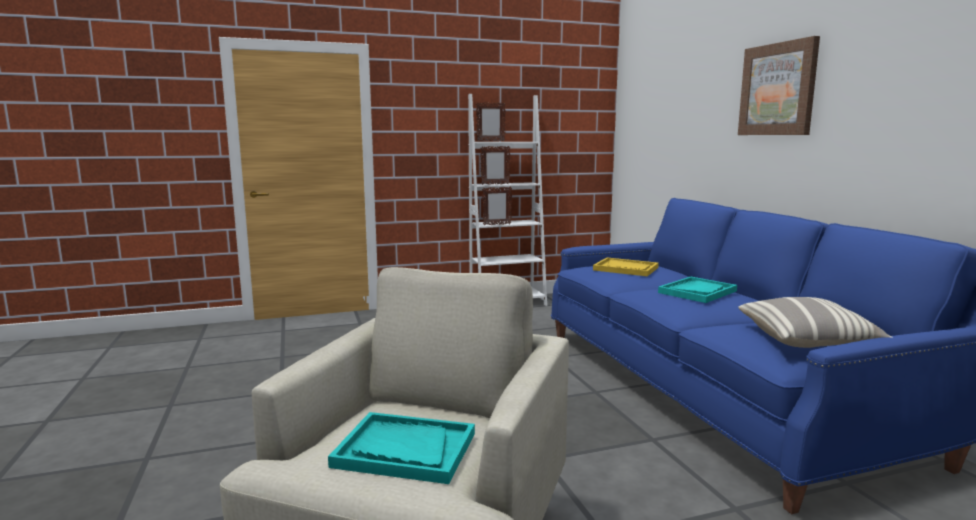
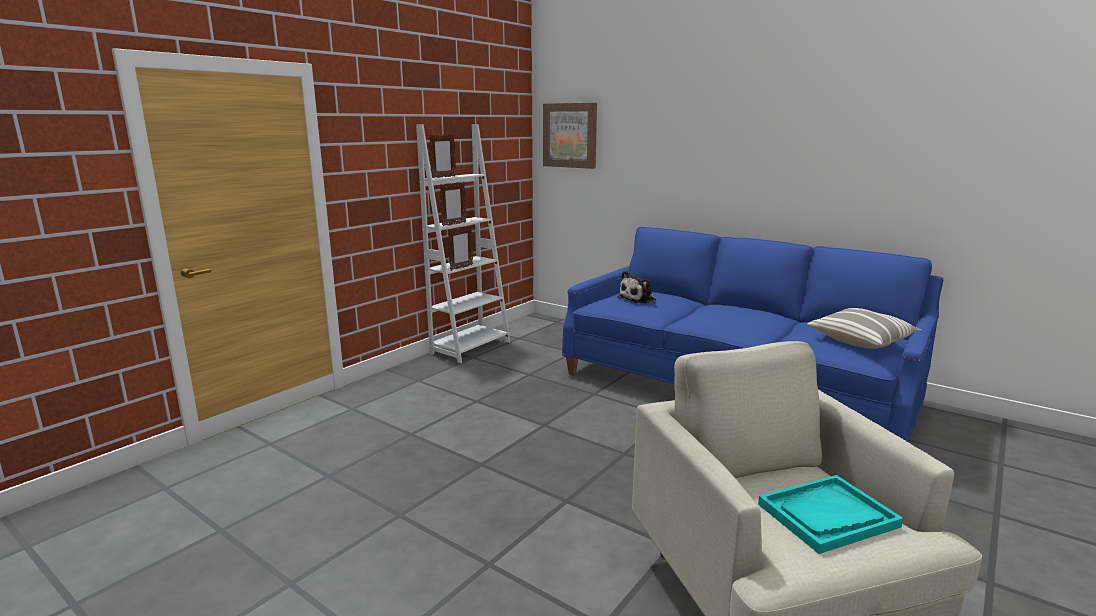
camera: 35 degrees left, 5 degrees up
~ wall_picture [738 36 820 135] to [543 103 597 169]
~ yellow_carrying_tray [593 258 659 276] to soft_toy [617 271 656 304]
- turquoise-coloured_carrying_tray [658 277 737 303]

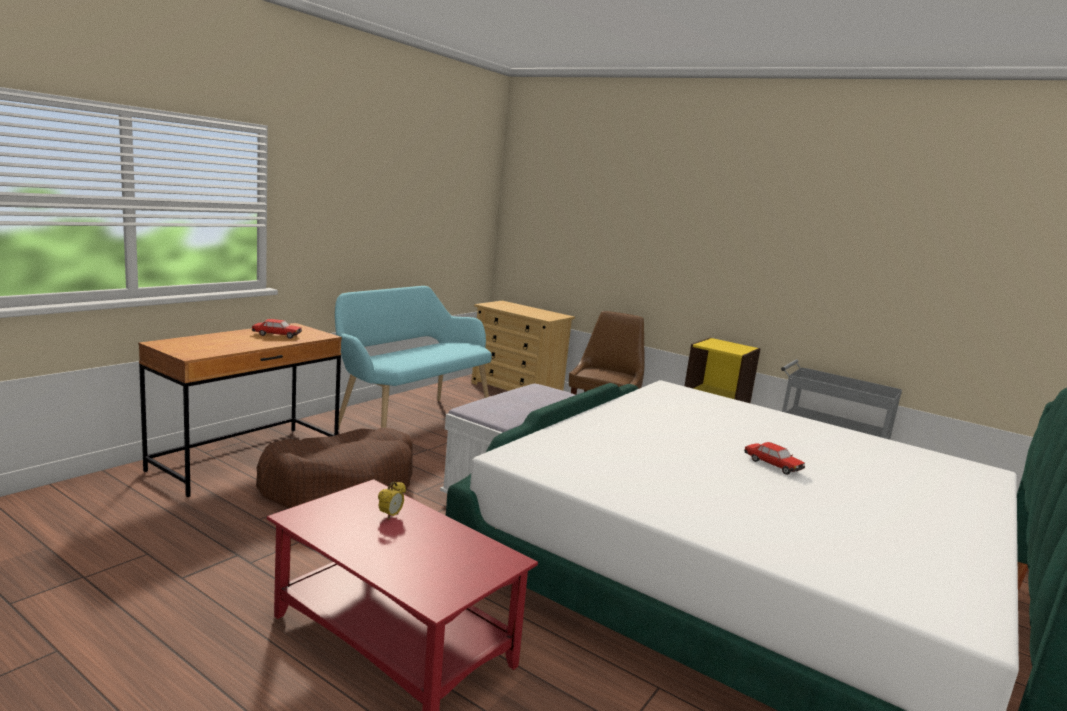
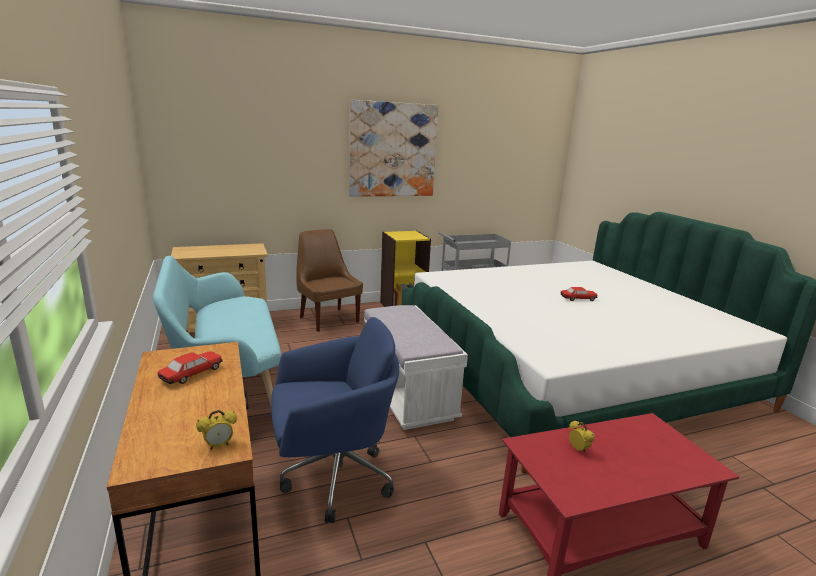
camera: 55 degrees left, 5 degrees up
+ table_clock [196 410 237 450]
~ brown-coloured_dog_bed [256 427 412 508] to bluish_office_chair [271 317 399 523]
+ wall_picture [349 100 438 197]

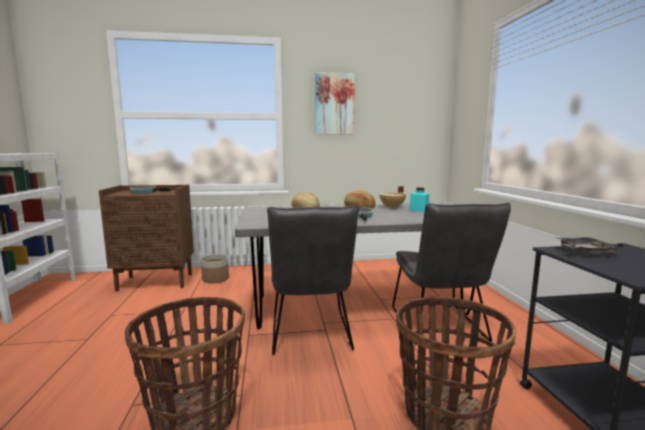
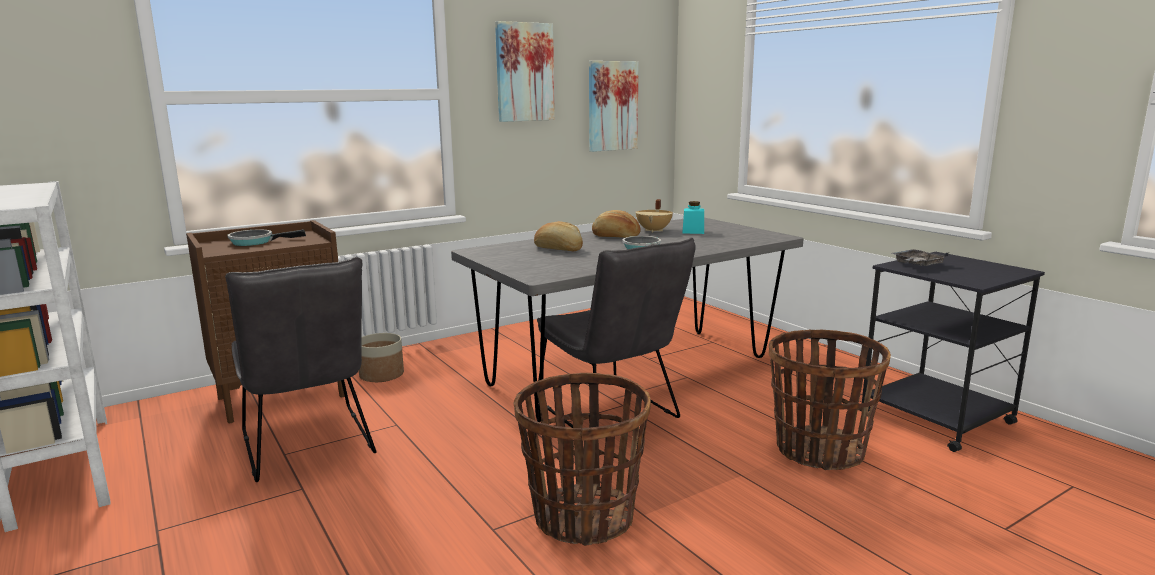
camera: 25 degrees left, 5 degrees up
~ grey_chair [392 202 511 345] to [225 257 377 482]
+ wall_picture [589 61 639 152]

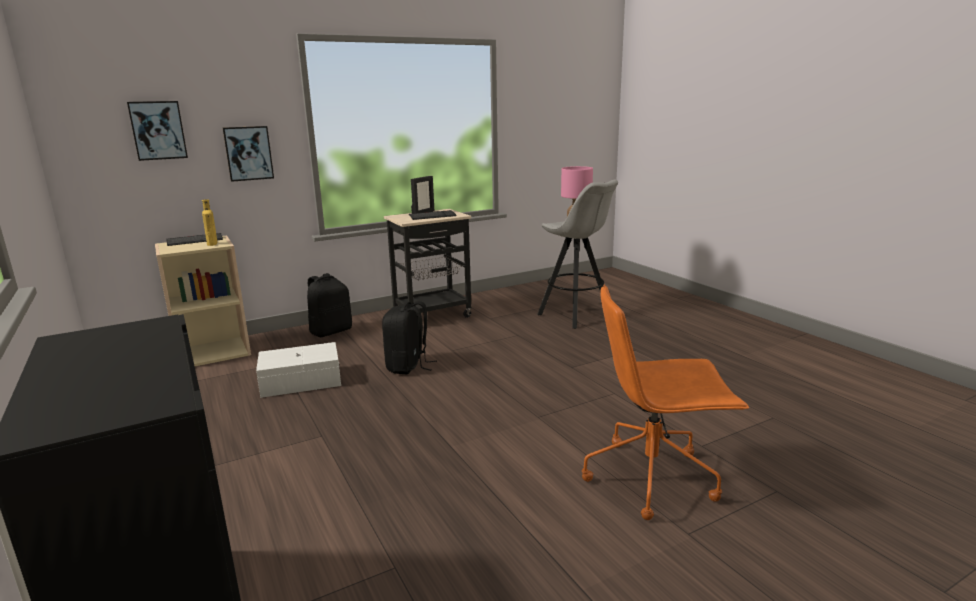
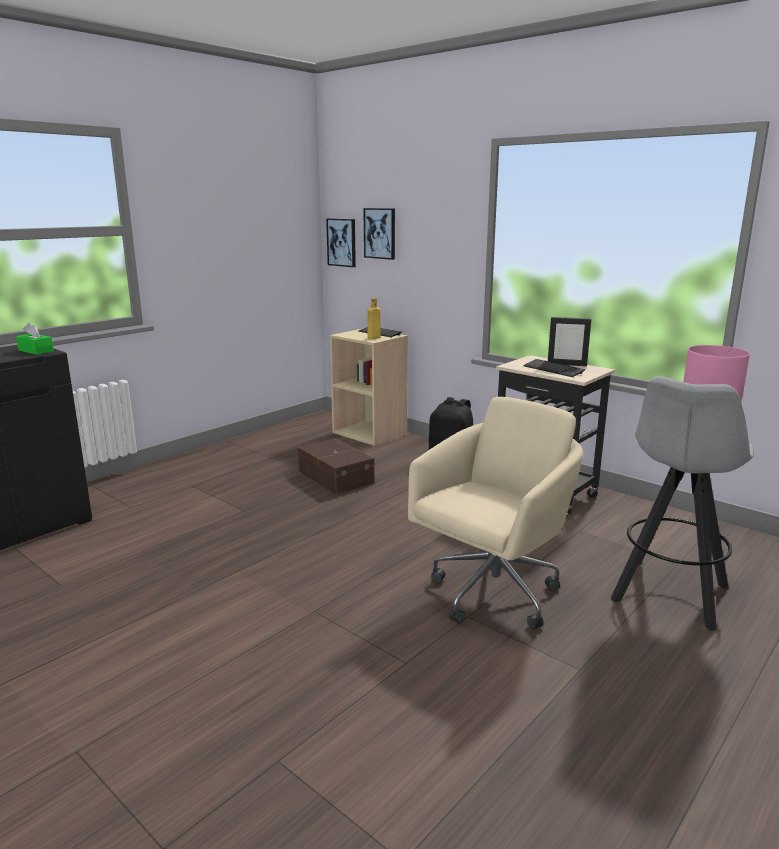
camera: 70 degrees right, 0 degrees up
+ green_tissue_holder [16 322 54 355]
~ white_storage_box [256 342 341 398] to brown-coloured_storage_box [298 438 375 494]
~ wall_picture [223 126 274 182] to [326 219 356 267]
+ sand-coloured_office_chair [408 397 583 630]
- black_rucksack [382 301 437 374]
- orangey_office_chair [582 284 749 520]

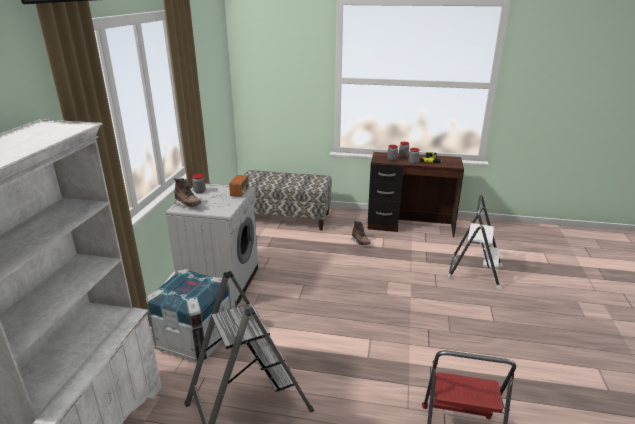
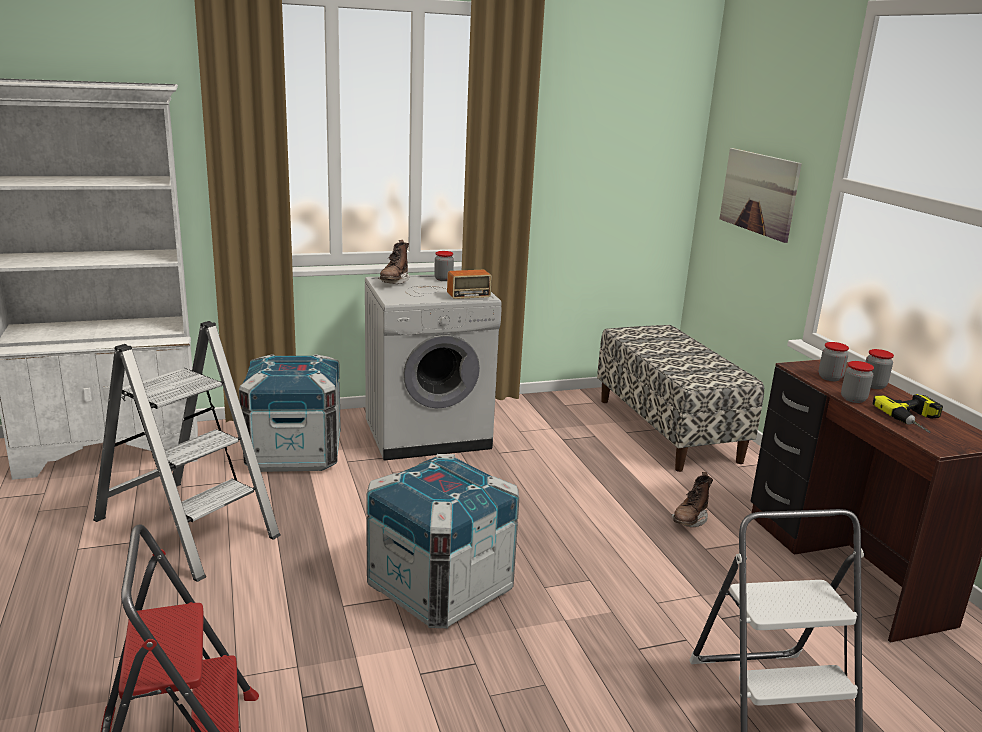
camera: 60 degrees right, 5 degrees down
+ shipping_crate [366 454 519 628]
+ wall_picture [720 148 802 243]

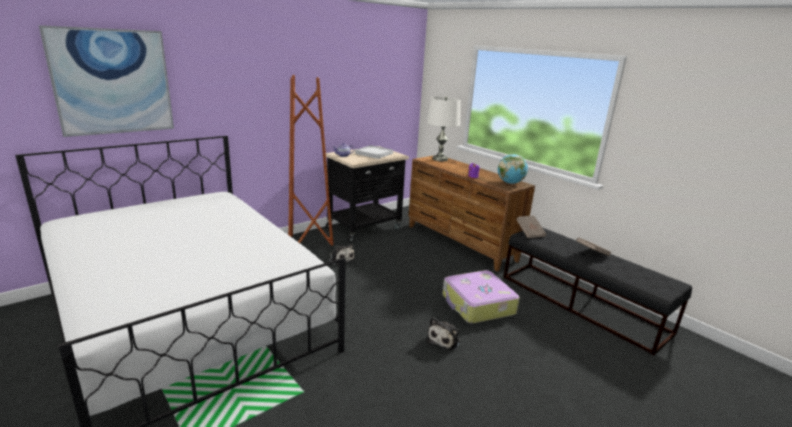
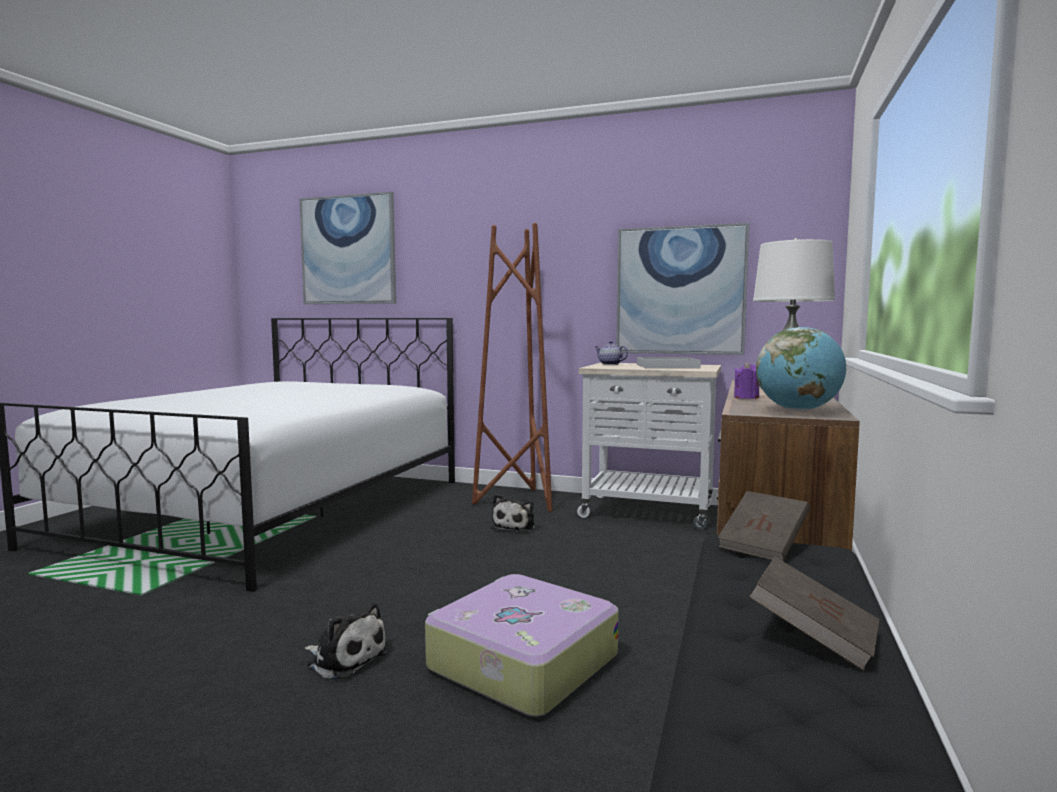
camera: 60 degrees right, 15 degrees down
~ soft_toy [426 317 460 351] = [305 603 388 680] 150 degrees counterclockwise
~ black_trolley [326 146 409 242] to white_trolley [577 363 721 530]
+ wall_picture [616 223 749 355]

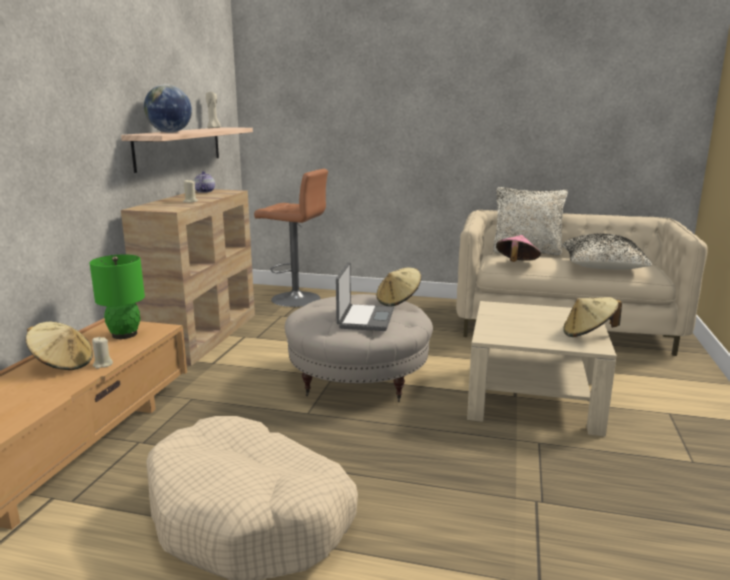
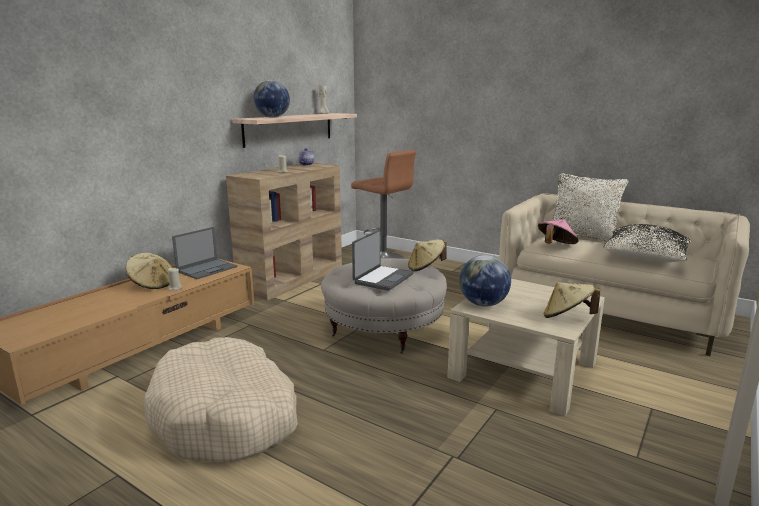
camera: 20 degrees right, 0 degrees up
~ green_tabletop_lamp [90 255 145 339] to laptop [172 227 238 279]
+ world_globe [459 255 511 307]

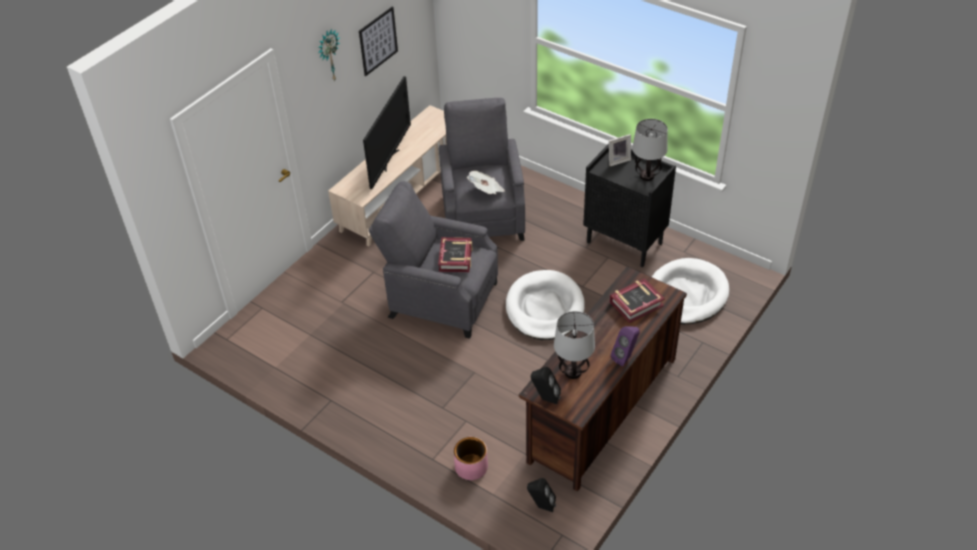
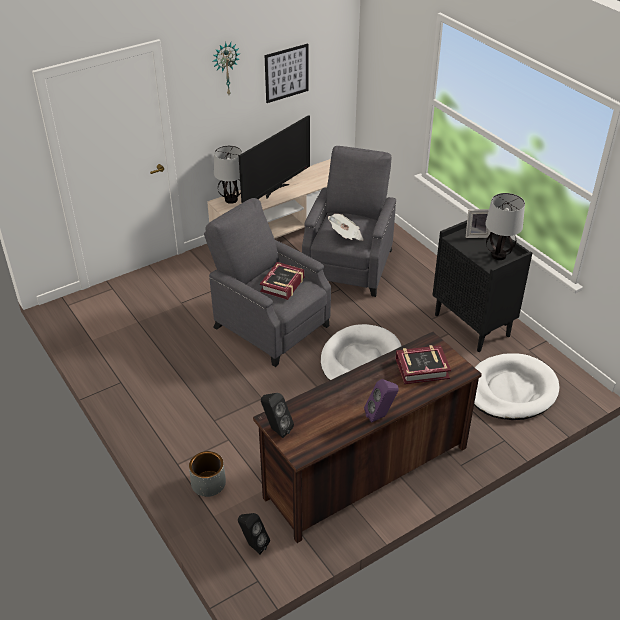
camera: 20 degrees right, 5 degrees down
~ pinkish_planter [454 437 488 480] to grey_planter [189 451 226 497]
~ tabletop_lamp [554 311 595 379] to [214 145 242 204]

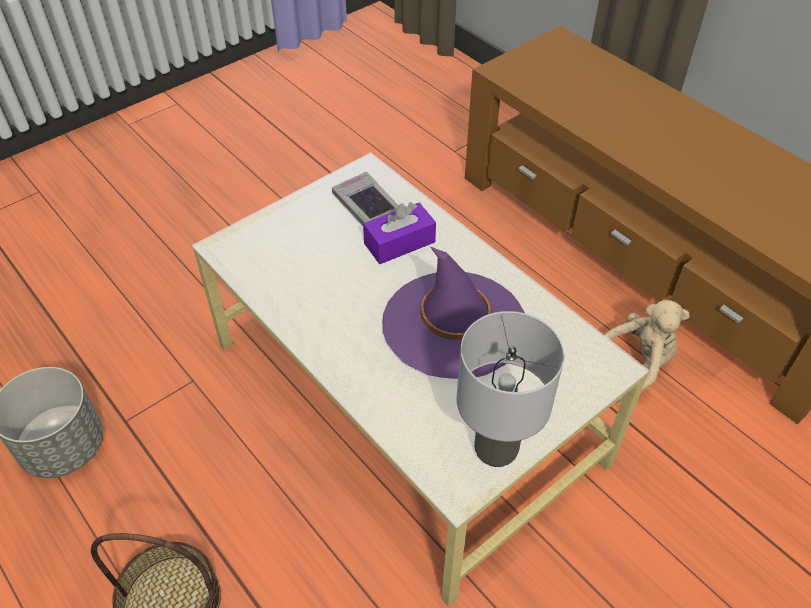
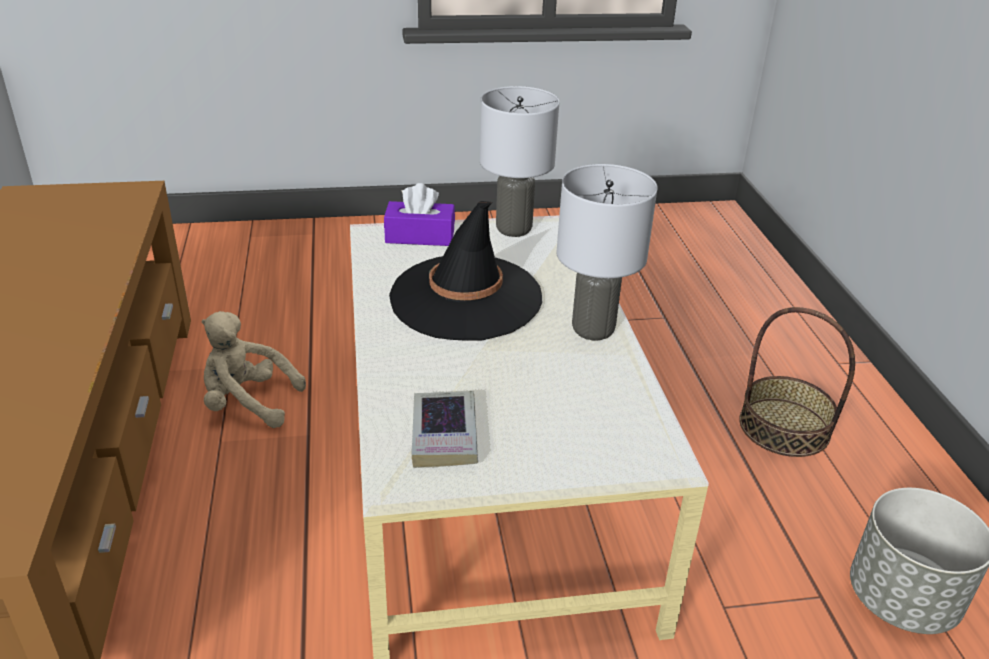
camera: 150 degrees left, 15 degrees down
~ purple-coloured_tissue_holder [363 202 436 264] to [384 183 455 246]
~ purple-coloured_hat [383 247 525 379] to black_hat [389 201 542 341]
+ white_tabletop_lamp [556 164 658 341]

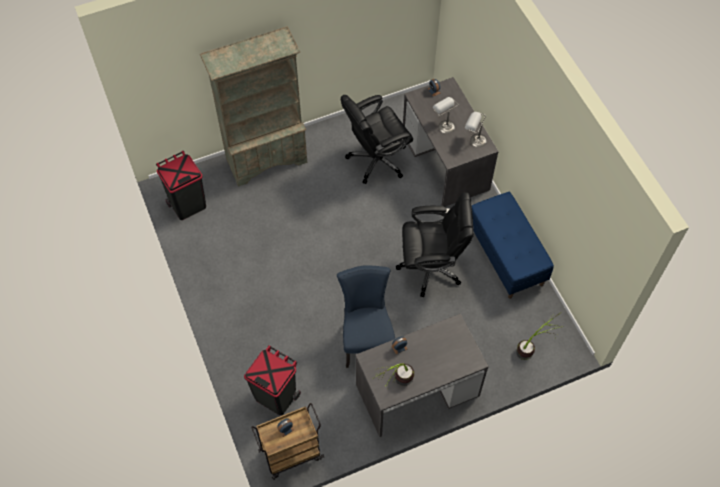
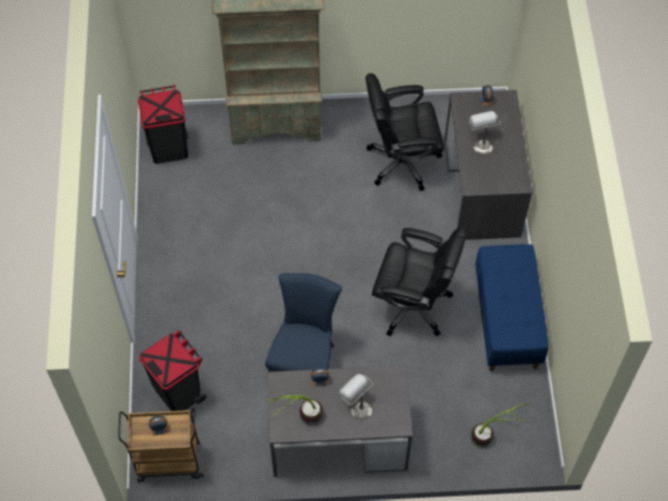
camera: 20 degrees right, 0 degrees up
~ white_tabletop_lamp [465 112 487 147] to [339 374 374 420]

